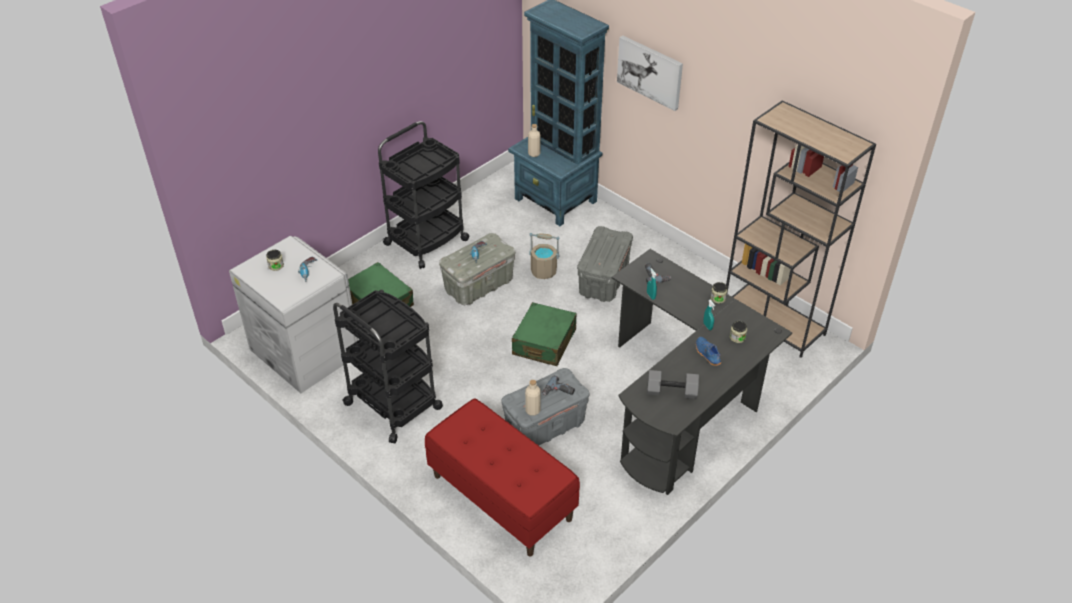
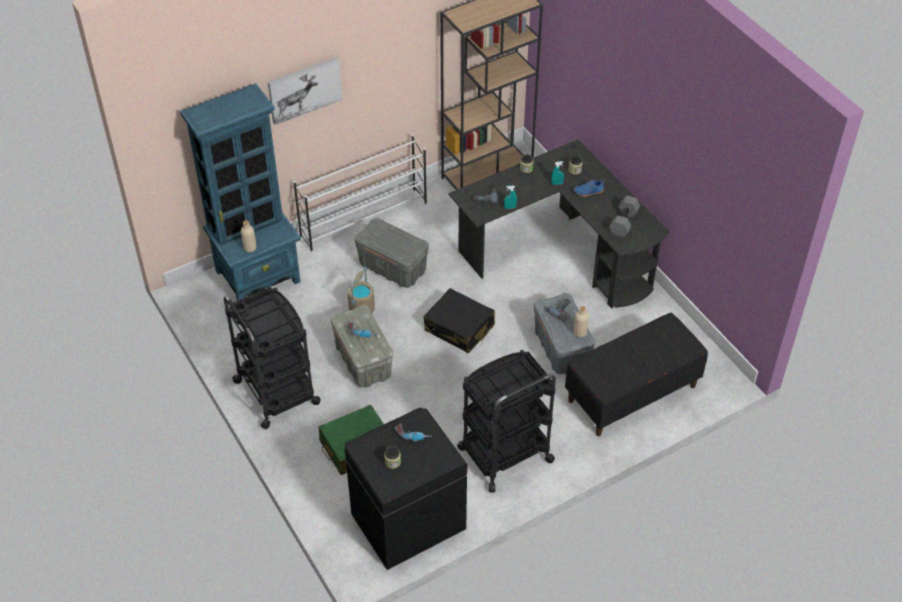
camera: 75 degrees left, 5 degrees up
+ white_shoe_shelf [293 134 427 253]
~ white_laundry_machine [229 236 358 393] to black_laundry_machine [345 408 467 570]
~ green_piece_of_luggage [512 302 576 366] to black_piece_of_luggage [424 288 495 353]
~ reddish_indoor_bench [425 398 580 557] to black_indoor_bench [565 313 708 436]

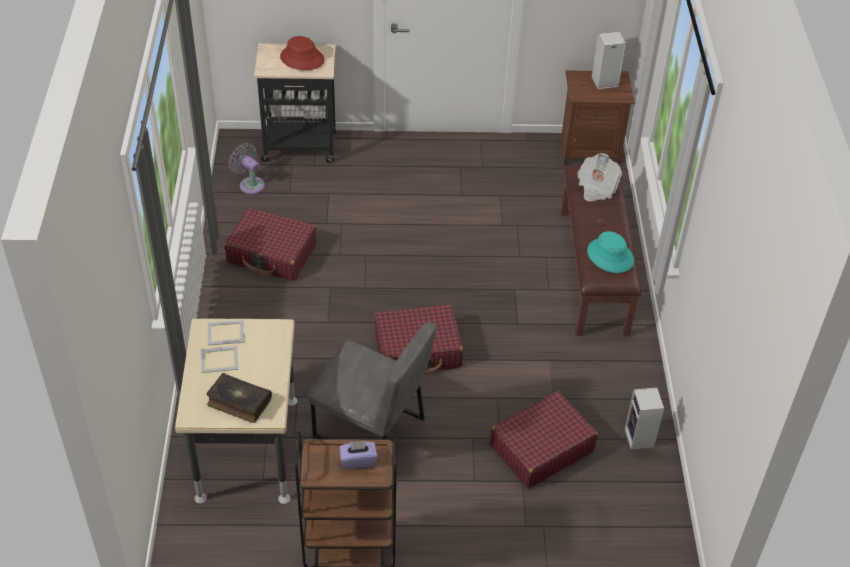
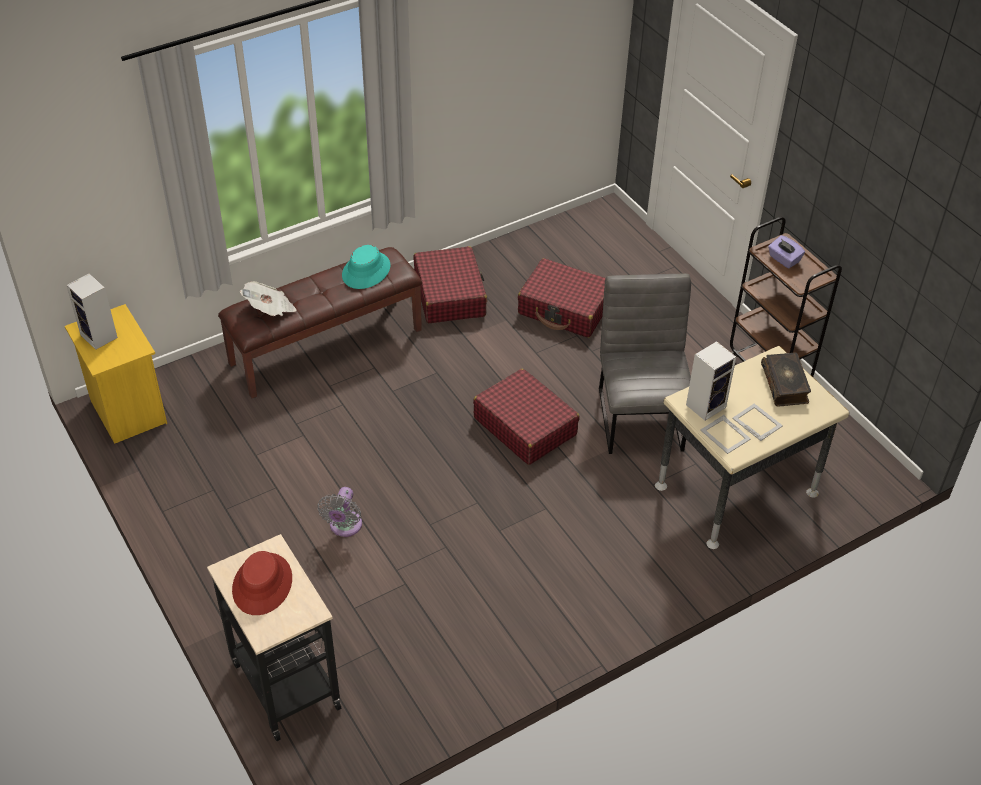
camera: 120 degrees left, 0 degrees up
~ brown-coloured_nightstand [561 70 635 166] to yellow_nightstand [65 304 167 444]
~ grey_electric_fan [229 143 265 194] to [317 487 362 537]
~ reddish_piece_of_luggage [224 208 316 281] to [413 246 487 323]
~ speaker [625 388 664 450] to [686 341 736 421]

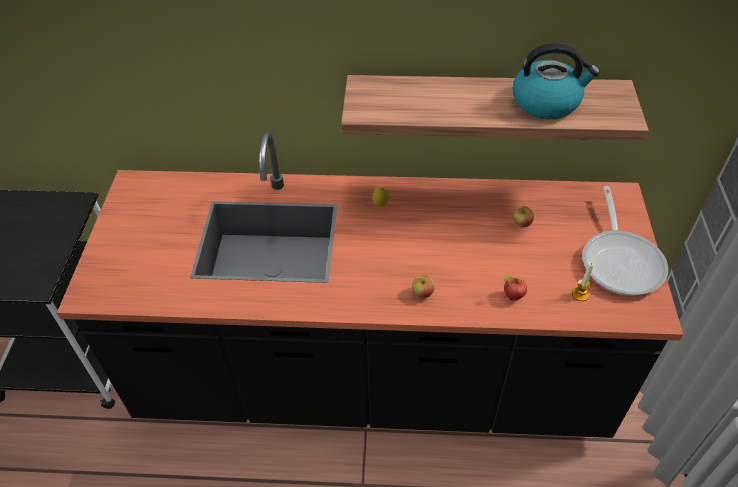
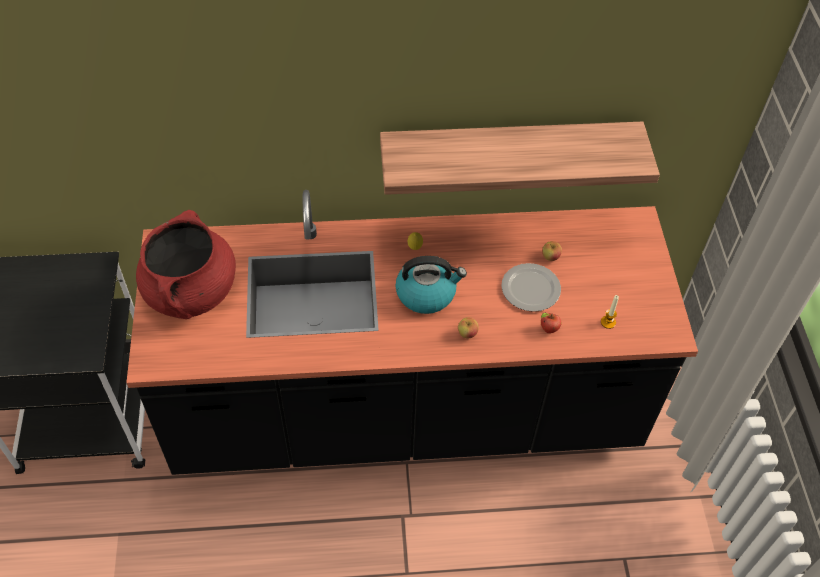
camera: 10 degrees left, 5 degrees up
+ reddish_cooking_pot [136 210 236 319]
~ tea_kettle [513 43 600 119] to [395 256 467 314]
+ plate [501 263 561 312]
- skillet [582 186 668 296]

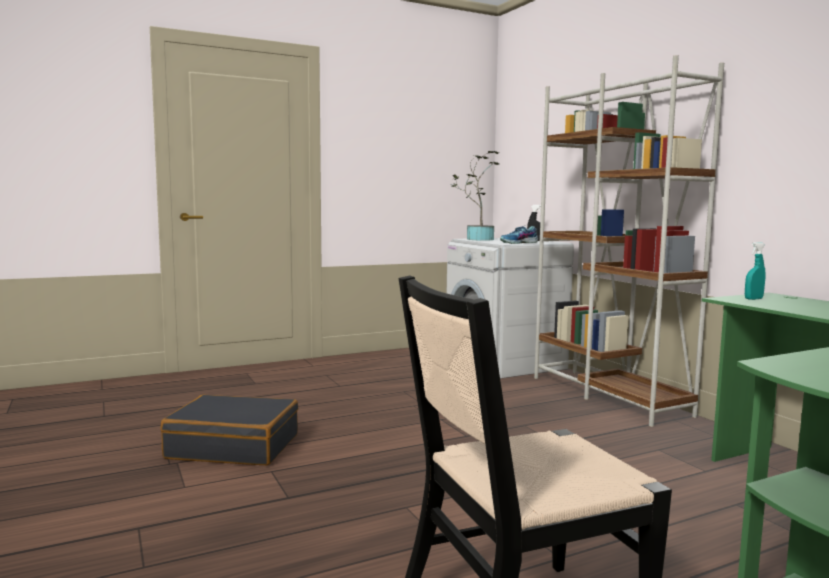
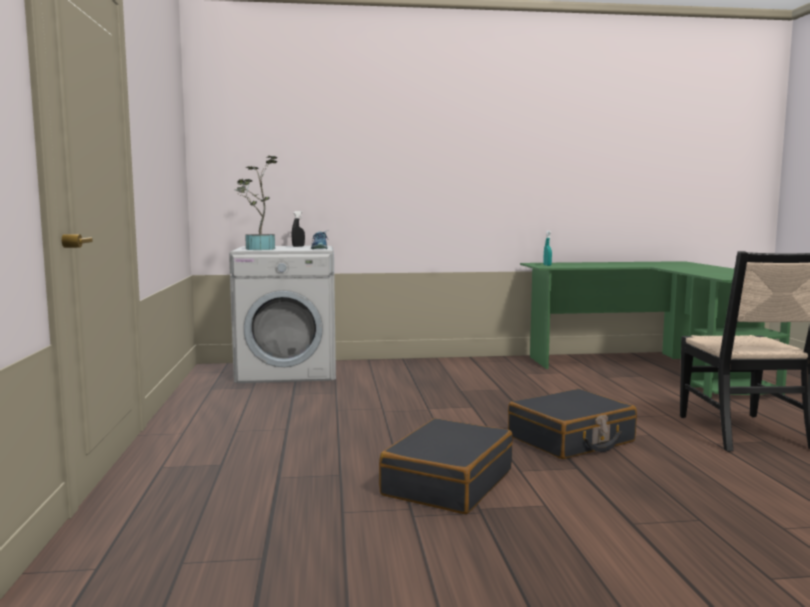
camera: 70 degrees left, 0 degrees up
+ black_piece_of_luggage [508 389 637 459]
- brown-coloured_shelving_unit [534 55 724 427]

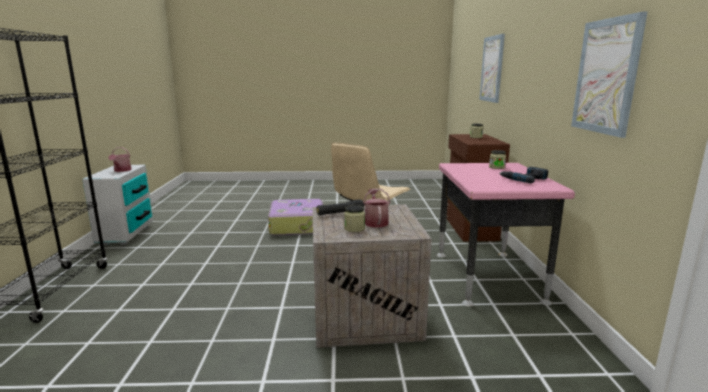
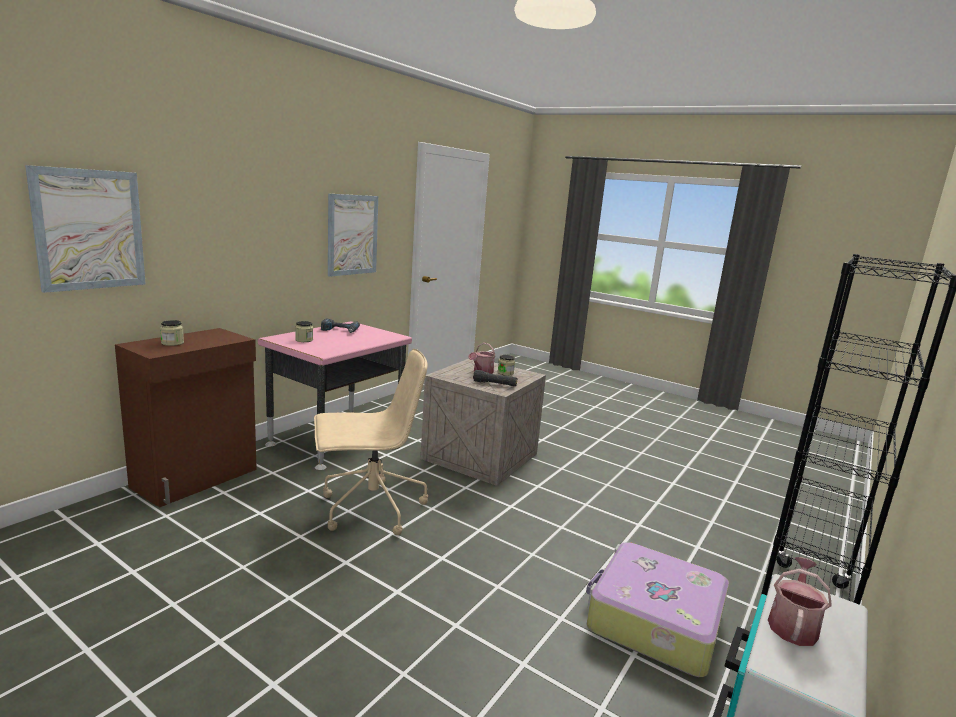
camera: 145 degrees left, 0 degrees up
~ piece_of_luggage [268 199 323 236] to [586 542 729 677]

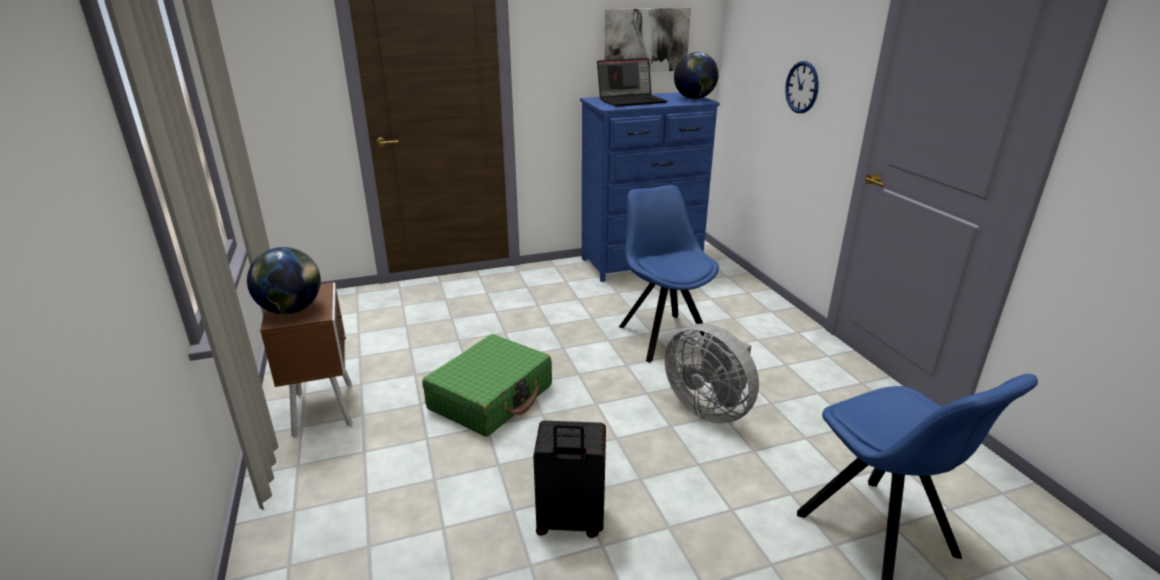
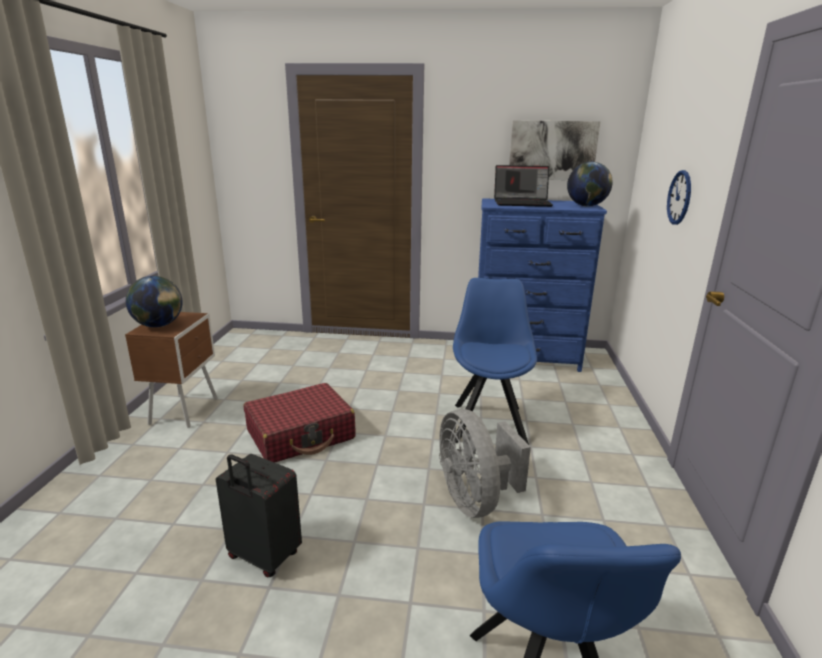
camera: 25 degrees right, 5 degrees down
~ green_piece_of_luggage [422 334 552 437] to reddish_piece_of_luggage [244 383 356 463]

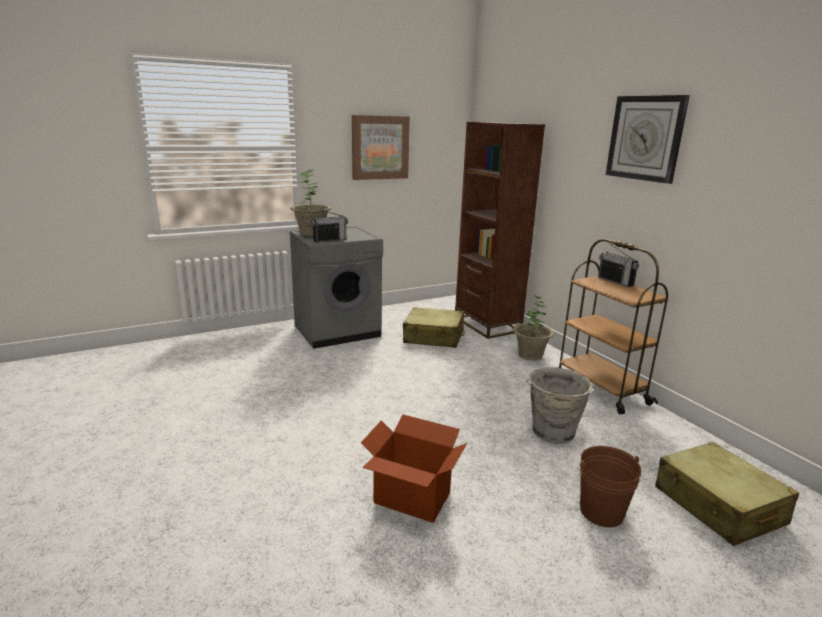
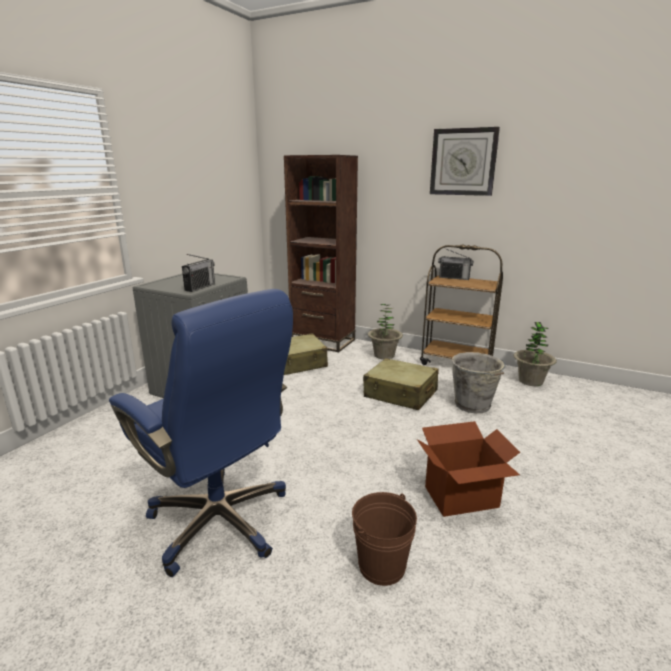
camera: 35 degrees left, 0 degrees up
+ bluish_office_chair [109 289 293 577]
~ brown-coloured_bucket [580 446 642 527] to [352 492 417 586]
~ sand-coloured_piece_of_luggage [655 442 799 546] to [363 358 439 410]
~ houseplant [290 170 331 236] to [513 322 557 386]
- wall_picture [352 115 410 180]

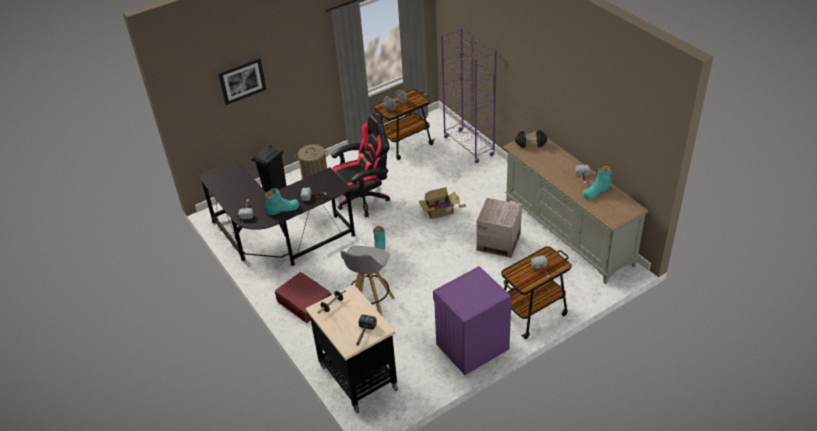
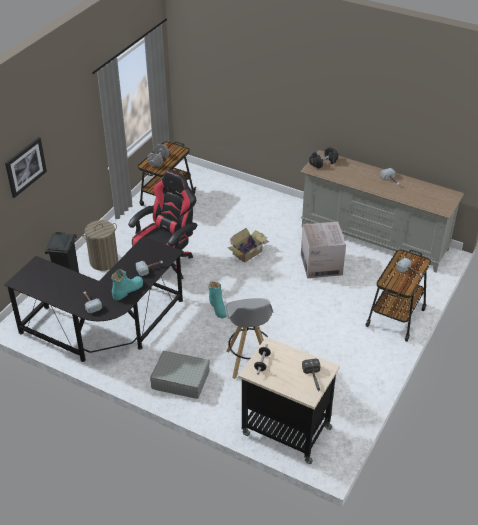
camera: 30 degrees left, 0 degrees up
~ reddish_piece_of_luggage [275 272 332 323] to grey_piece_of_luggage [150 351 210 399]
- purple-coloured_laundry_machine [433 266 512 375]
- purple-coloured_shelving_unit [441 28 497 163]
- turquoise-coloured_boot [583 166 611 199]

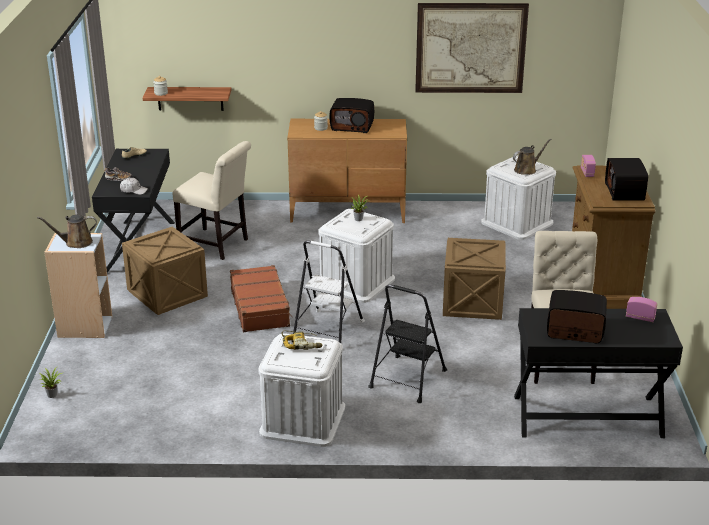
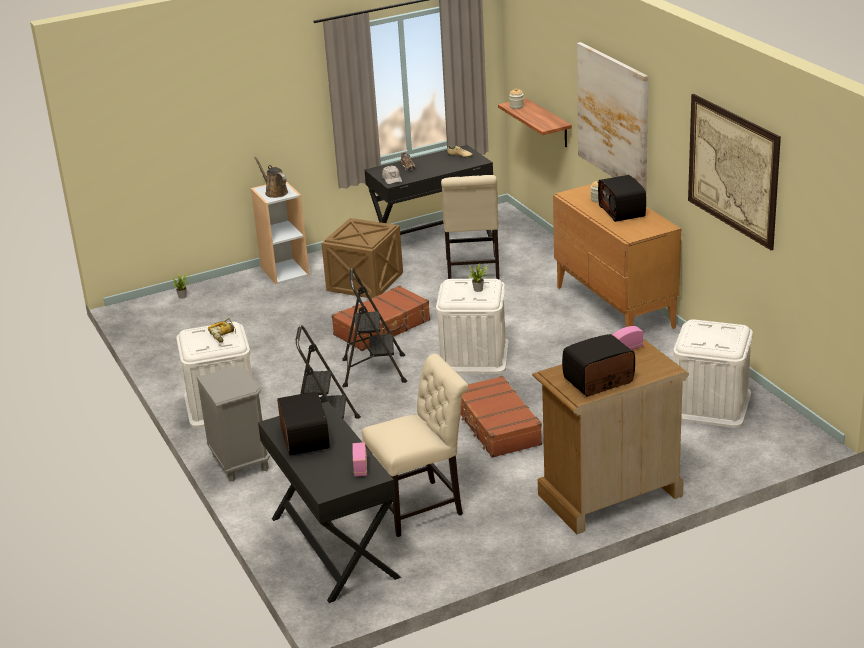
camera: 65 degrees right, 0 degrees up
+ grey_nightstand [197 366 270 482]
~ white_step_stool [293 241 365 343] to black_step_stool [342 268 407 387]
~ shipping_crate [443 238 506 320] to brown-coloured_piece_of_luggage [461 376 542 458]
+ wall_picture [577 42 648 191]
- brown-coloured_sprinkling_can [513 139 551 175]

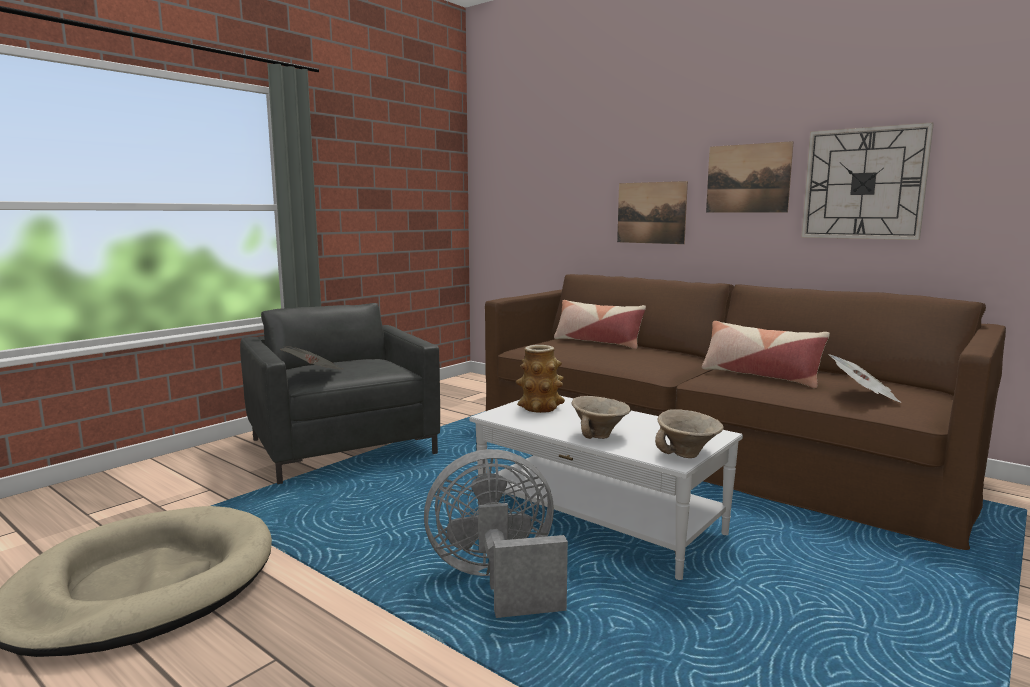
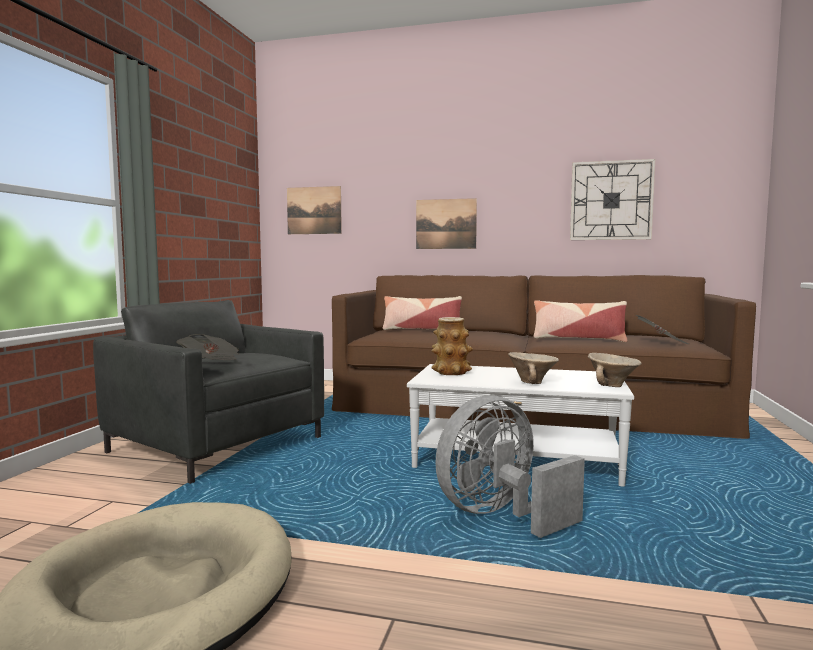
camera: 25 degrees left, 5 degrees down
~ wall_picture [706 141 794 213] to [287 186 342 234]

